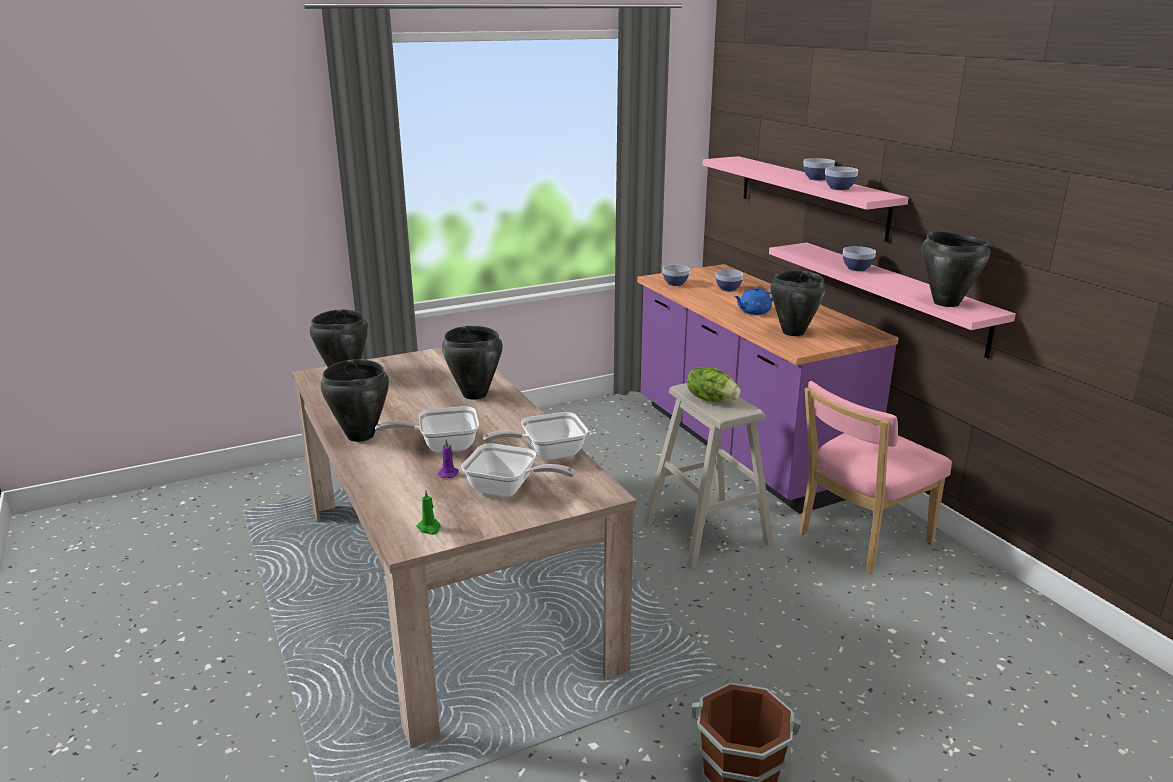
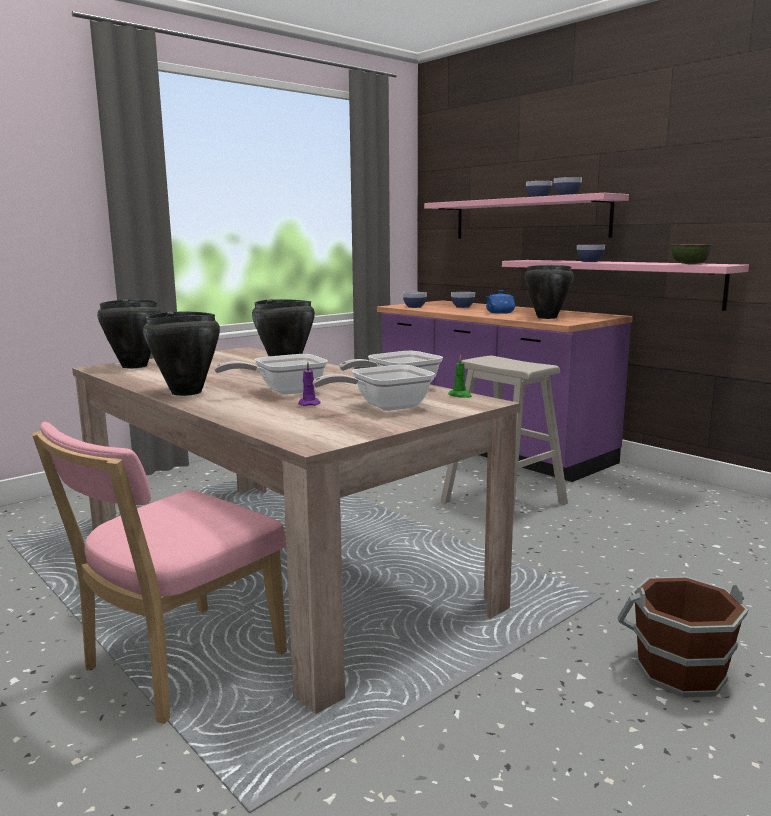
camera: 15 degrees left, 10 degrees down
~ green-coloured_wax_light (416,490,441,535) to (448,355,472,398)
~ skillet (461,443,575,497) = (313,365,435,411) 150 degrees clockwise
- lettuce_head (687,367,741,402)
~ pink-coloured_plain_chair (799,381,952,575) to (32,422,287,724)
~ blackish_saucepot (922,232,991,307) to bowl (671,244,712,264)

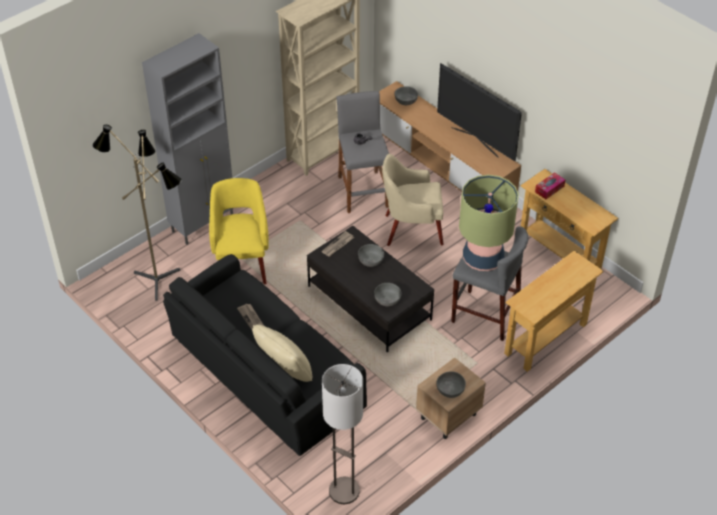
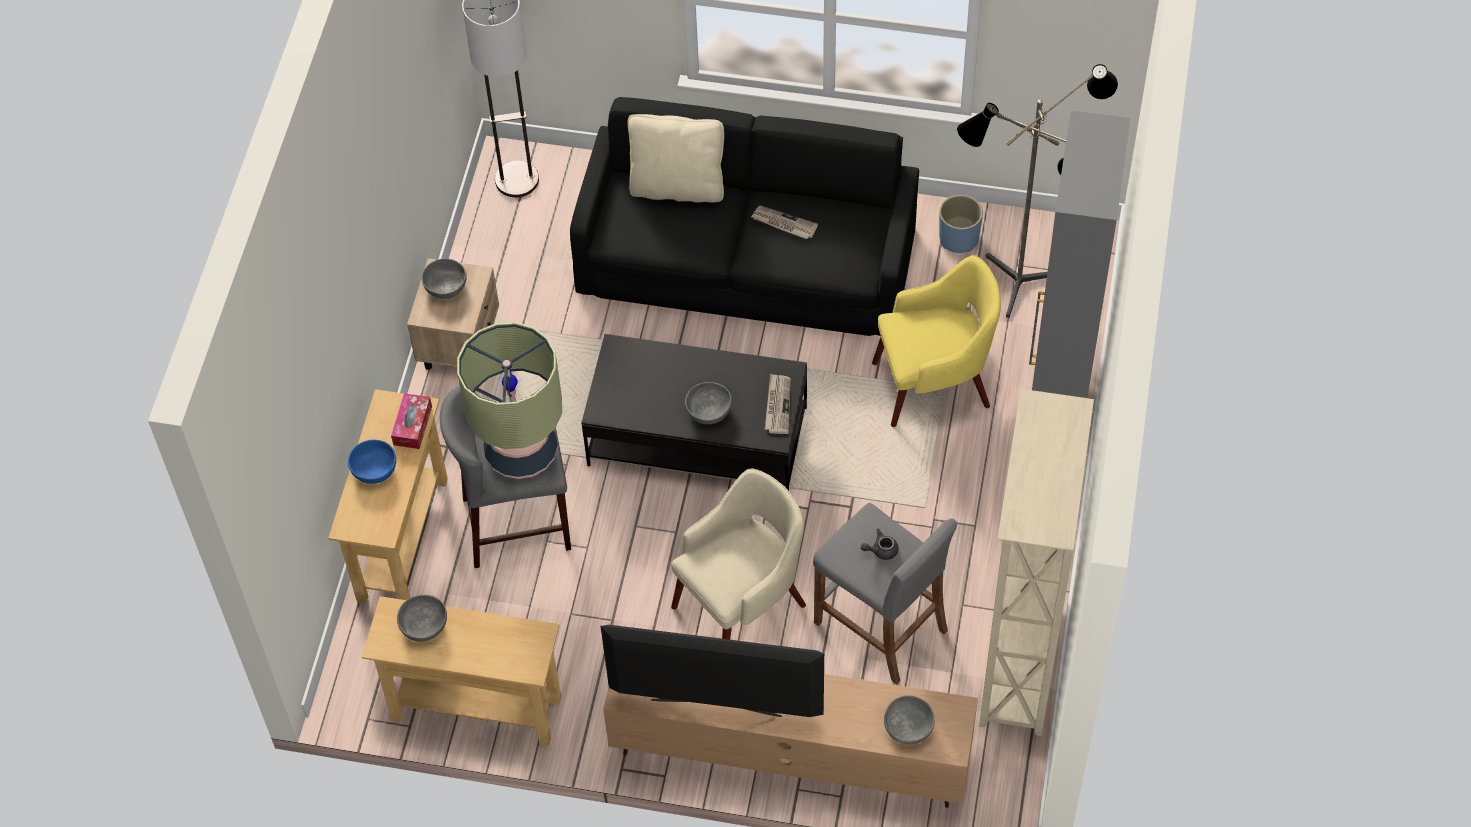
camera: 145 degrees right, 10 degrees up
~ yellow_lounge_chair (209,178,269,284) = (872,255,1001,427) 60 degrees counterclockwise
~ greyish_bowl (374,283,402,307) to (397,595,447,642)
~ box_of_tissues (535,172,565,199) to (391,393,432,449)
+ bluish_bowl (348,439,396,484)
+ bluish_planter (939,195,983,253)

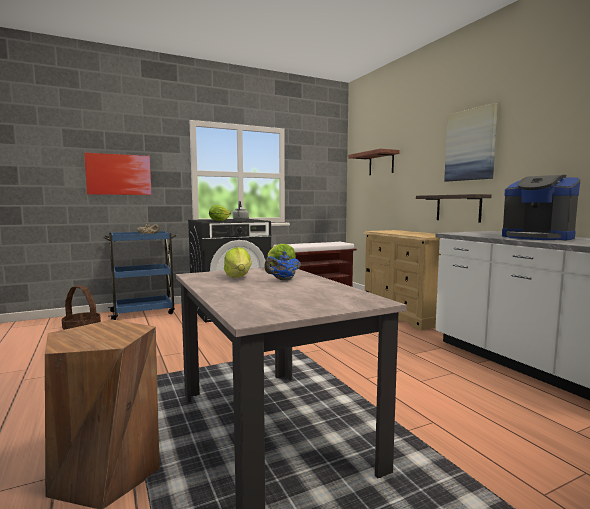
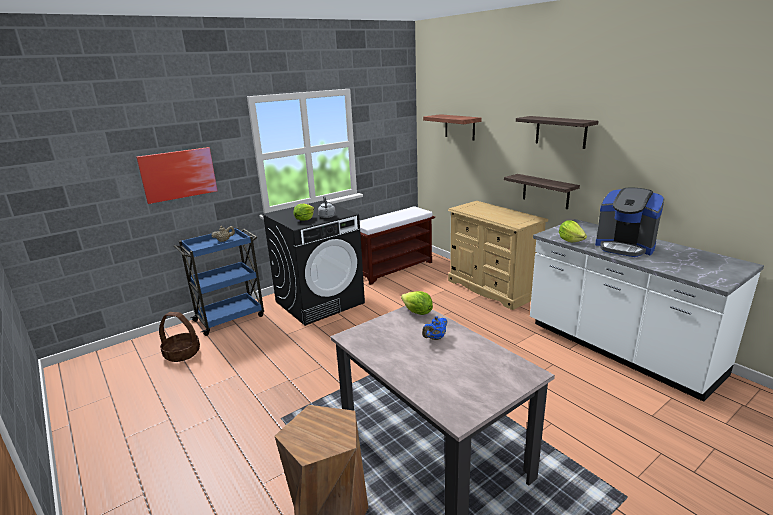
camera: 10 degrees left, 15 degrees up
~ lettuce_head (224,247,251,278) to (559,220,587,242)
~ wall_picture (444,103,498,181) to bracket_shelf (516,116,599,149)

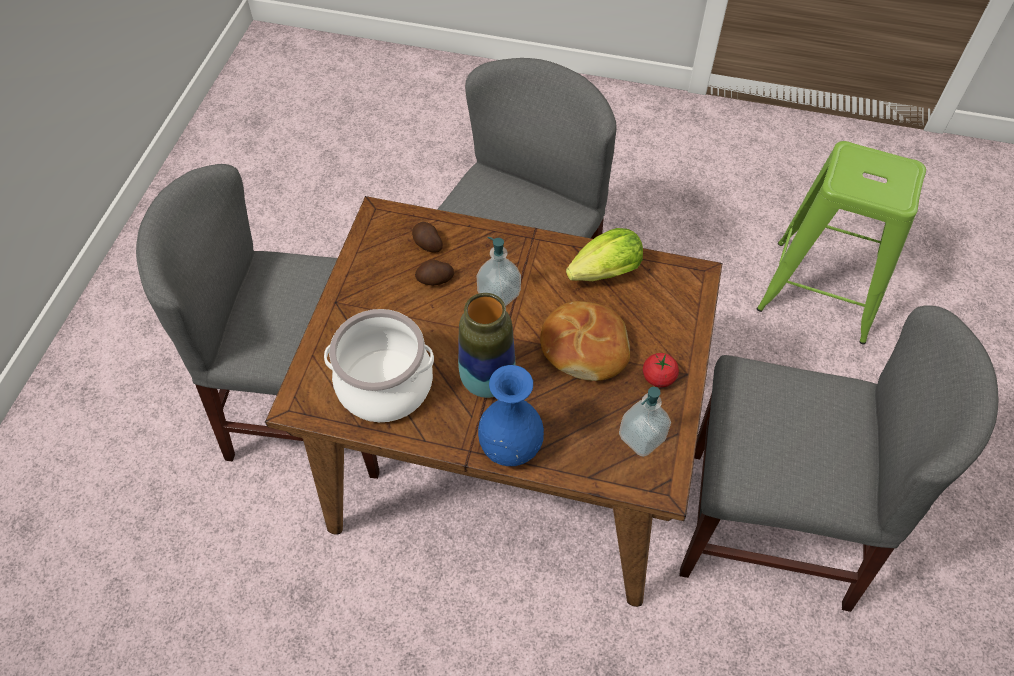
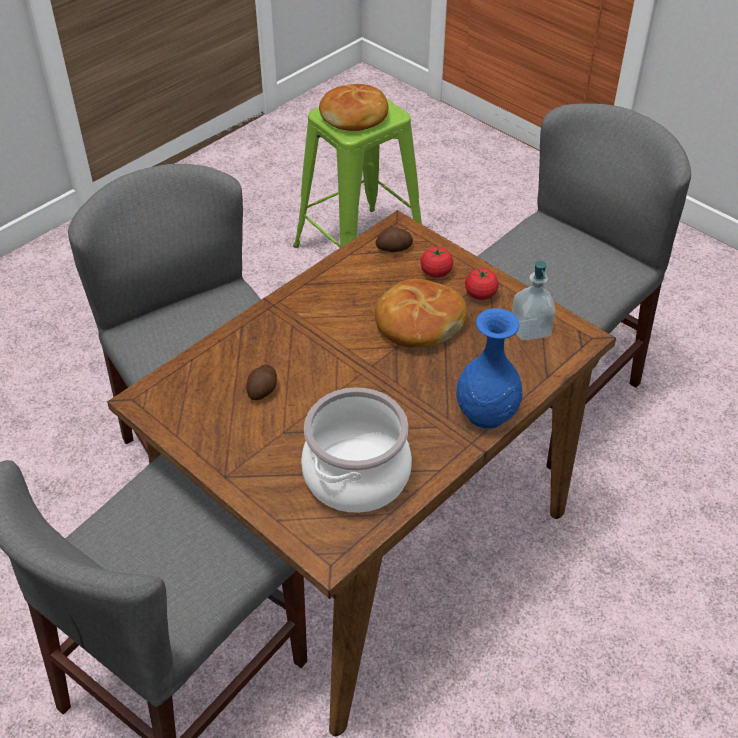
camera: 60 degrees left, 10 degrees down
~ whole_potato (412,222,443,253) to (375,227,413,252)
- decorative_vase (458,293,515,398)
- soap_bottle (477,236,521,306)
- lettuce_head (566,228,643,281)
+ bread (319,84,388,131)
+ tomato (420,247,453,278)

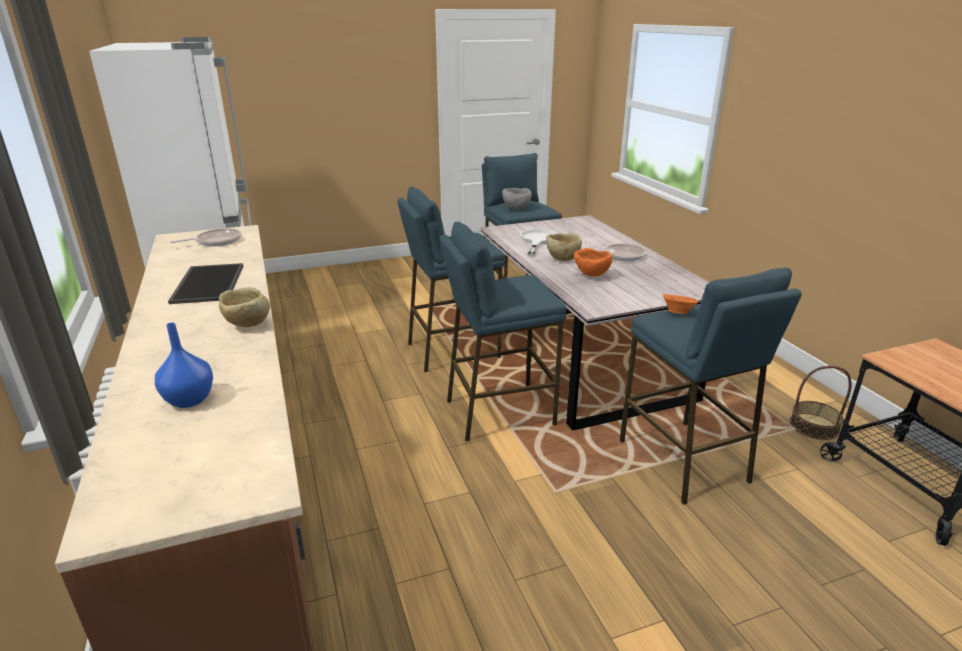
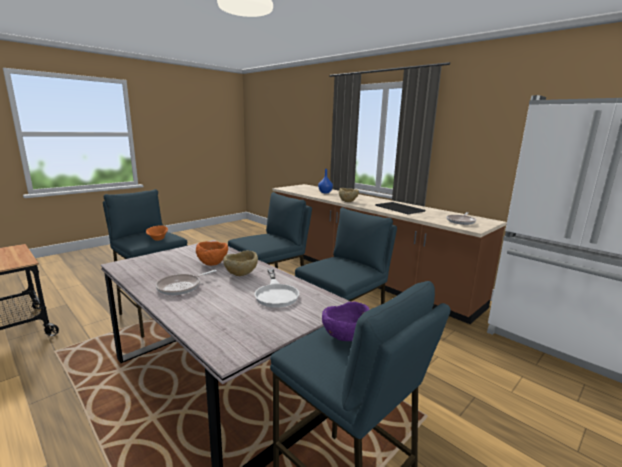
camera: 155 degrees right, 10 degrees down
~ greyish_bowl (502,188,532,210) to purple_bowl (322,302,370,341)
- household_basket (790,366,852,440)

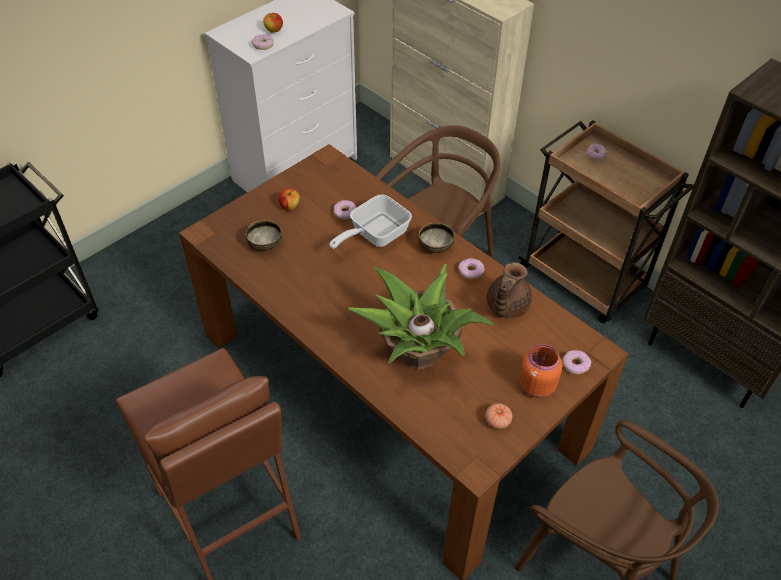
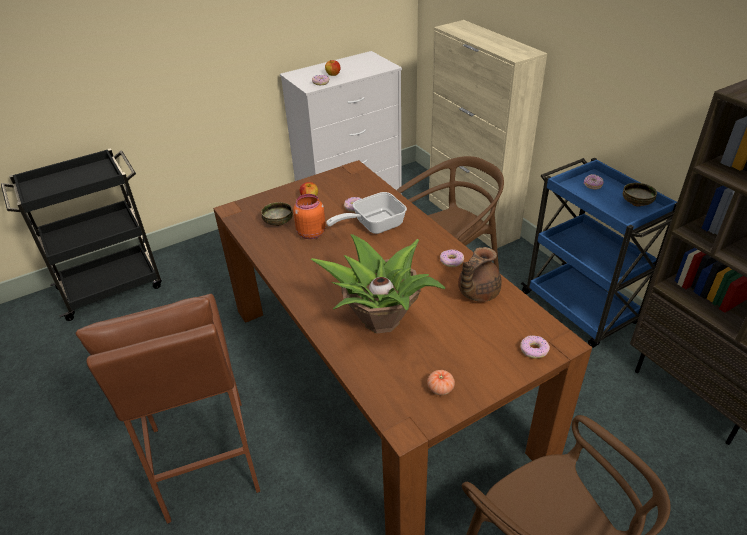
camera: 15 degrees right, 10 degrees down
~ bowl (418,223,454,253) to (623,183,657,206)
~ brown-coloured_cart (518,120,694,323) to bluish_cart (521,158,677,348)
~ orangey_storage_jar (519,344,563,398) to (293,194,326,239)

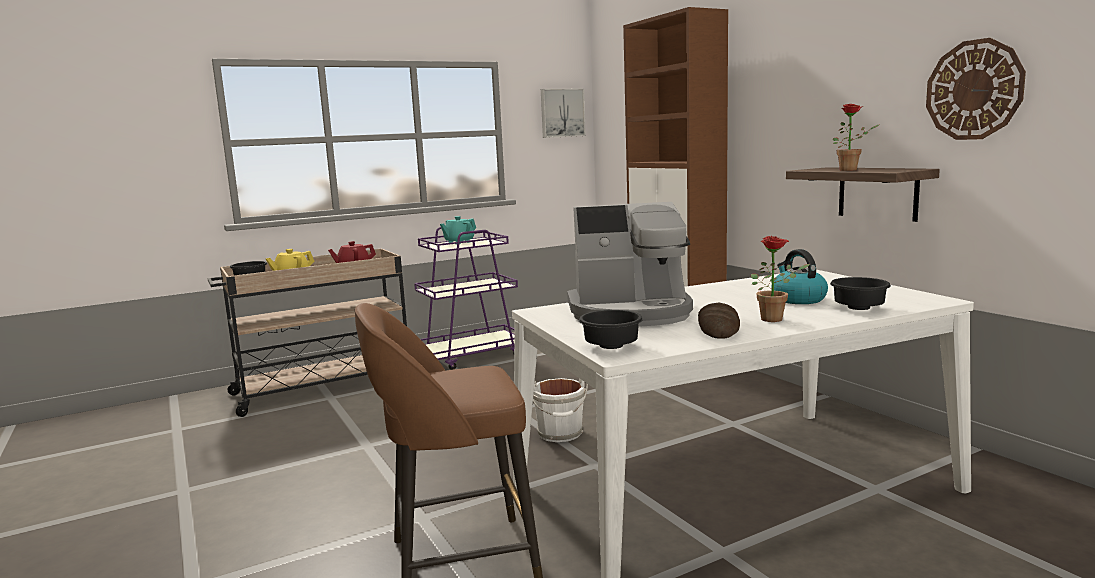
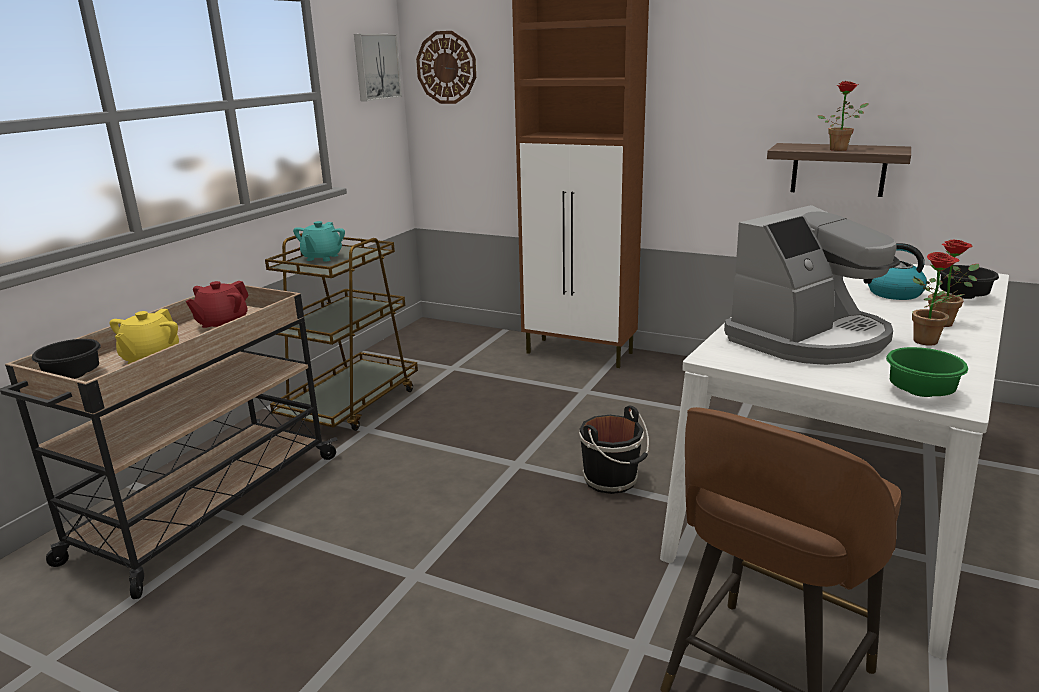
camera: 35 degrees left, 10 degrees up
~ purple_cart (414,227,518,370) to brown-coloured_cart (265,233,418,431)
~ white-coloured_water_bucket (533,378,588,442) to blackish_water_bucket (579,406,649,494)
~ blackish_bowl (579,310,643,349) to green-coloured_bowl (886,347,968,397)
~ bread (698,302,740,339) to plant_in_a_pot (912,252,965,346)
~ hanging_clock (926,38,1026,140) to (416,31,476,104)

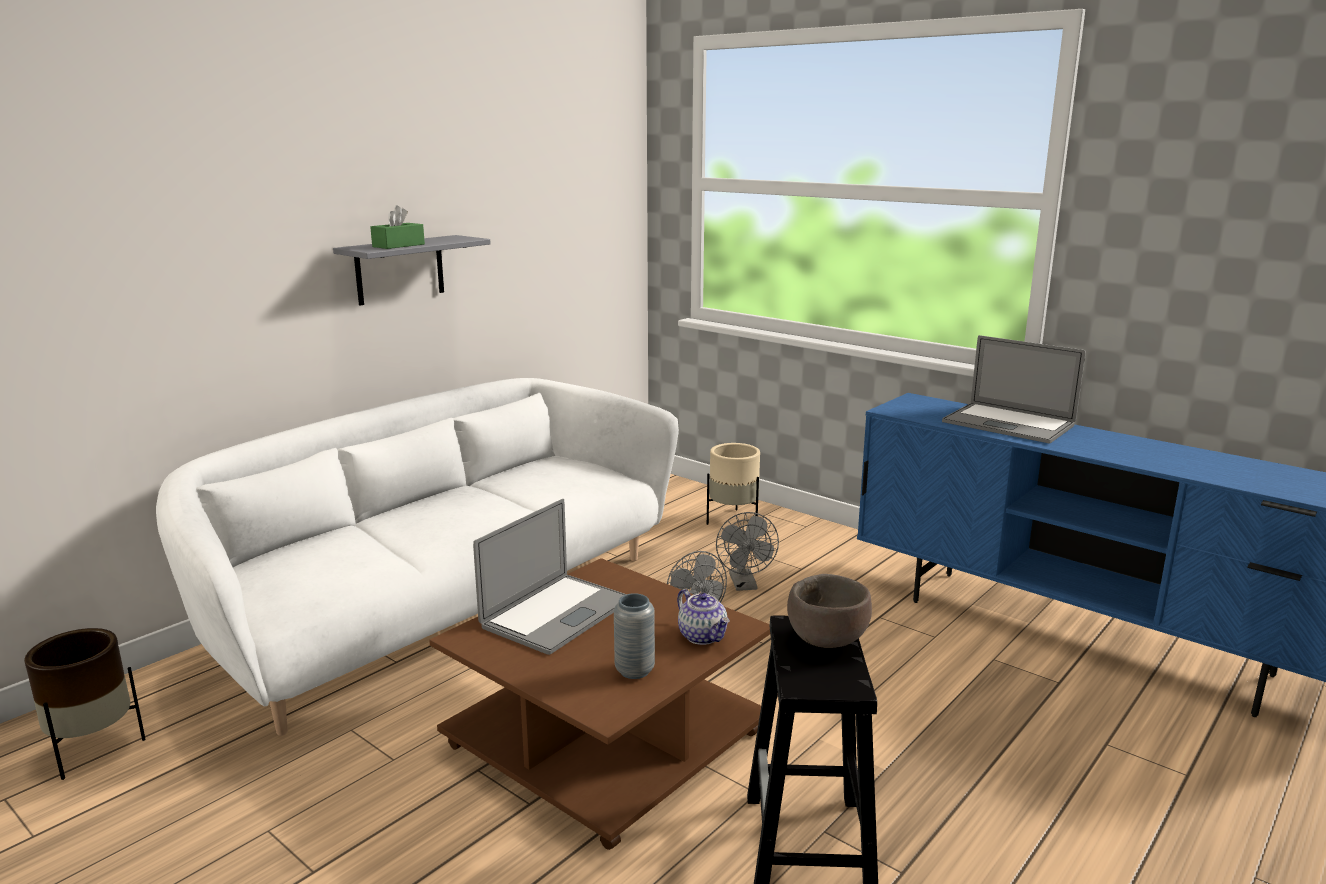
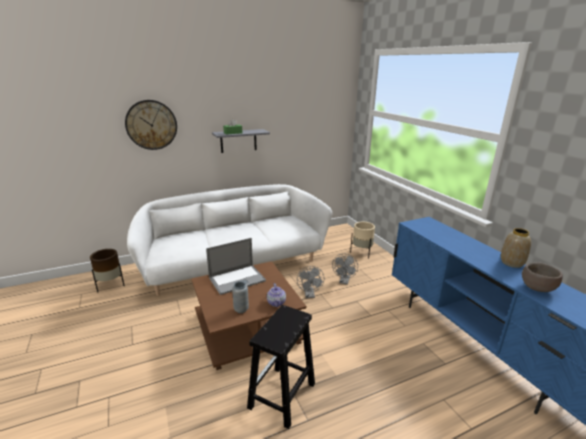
camera: 25 degrees right, 5 degrees up
~ brown-coloured_bowl (787,574,872,648) to (522,262,563,292)
- notebook_computer (942,335,1086,444)
+ hanging_clock (125,100,177,150)
+ decorative_vase (501,228,531,268)

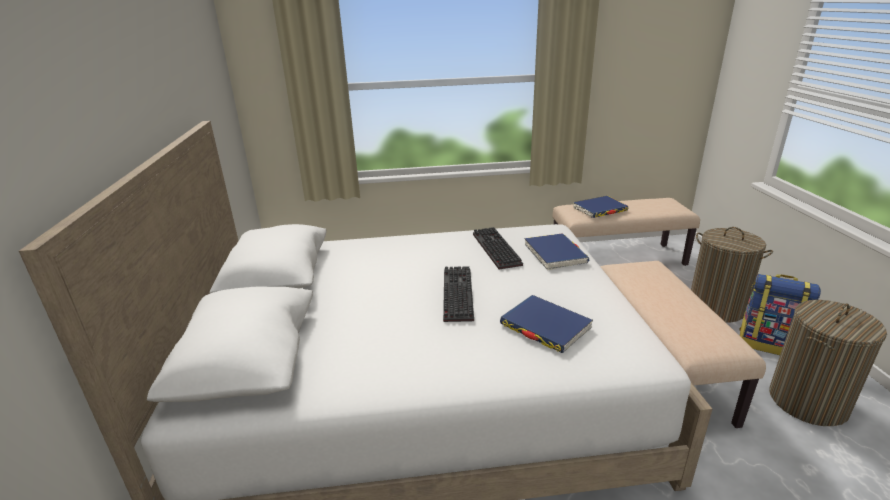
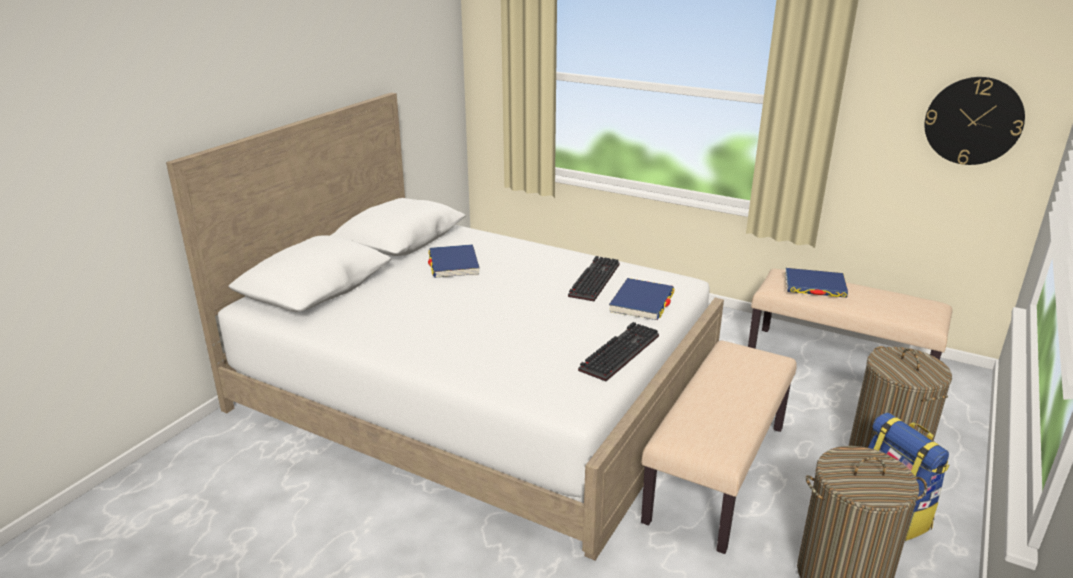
camera: 35 degrees right, 0 degrees up
~ keyboard (443,266,474,322) to (578,322,659,381)
~ bluish_bound_book (500,295,593,353) to (428,244,480,278)
+ hanging_clock (925,77,1025,165)

